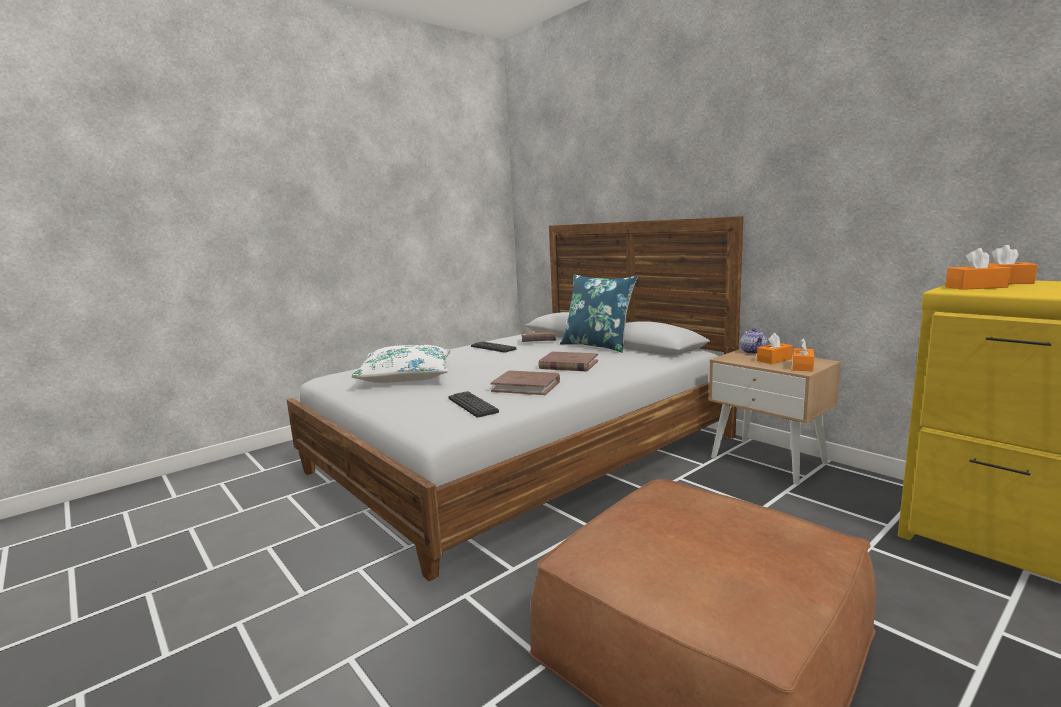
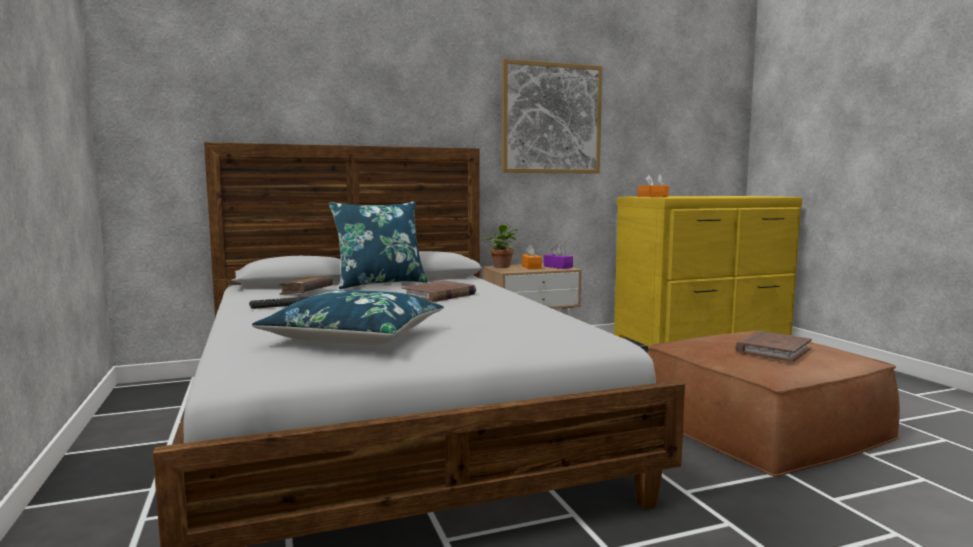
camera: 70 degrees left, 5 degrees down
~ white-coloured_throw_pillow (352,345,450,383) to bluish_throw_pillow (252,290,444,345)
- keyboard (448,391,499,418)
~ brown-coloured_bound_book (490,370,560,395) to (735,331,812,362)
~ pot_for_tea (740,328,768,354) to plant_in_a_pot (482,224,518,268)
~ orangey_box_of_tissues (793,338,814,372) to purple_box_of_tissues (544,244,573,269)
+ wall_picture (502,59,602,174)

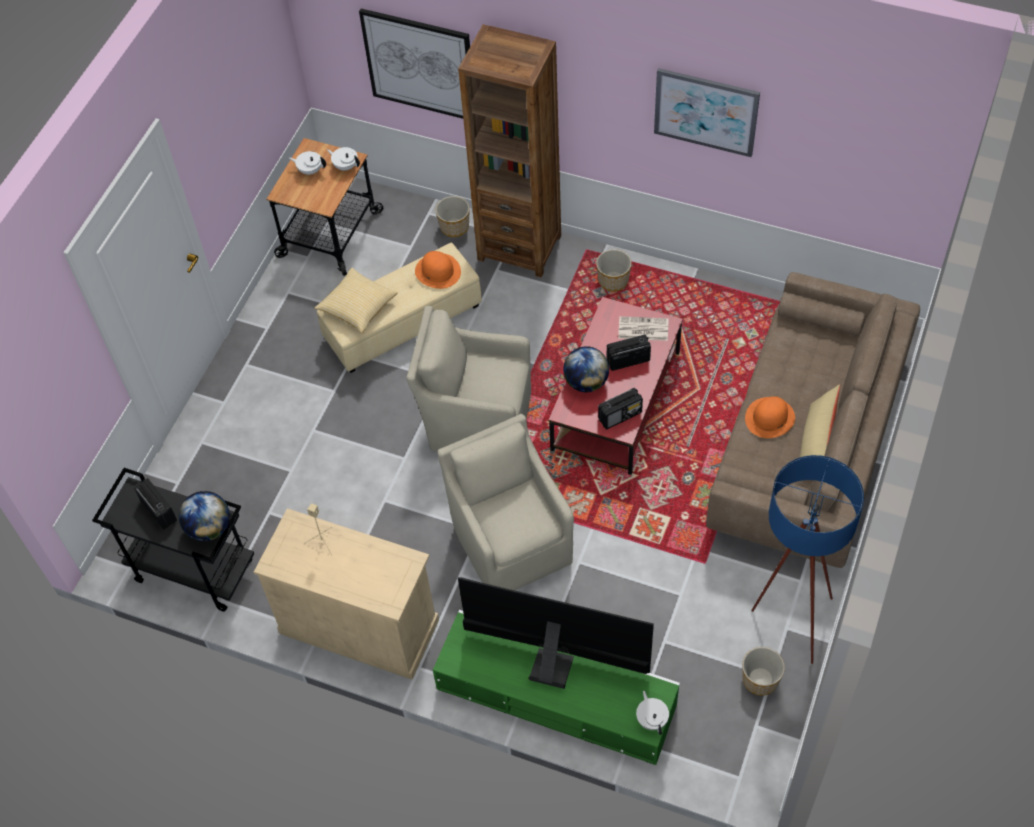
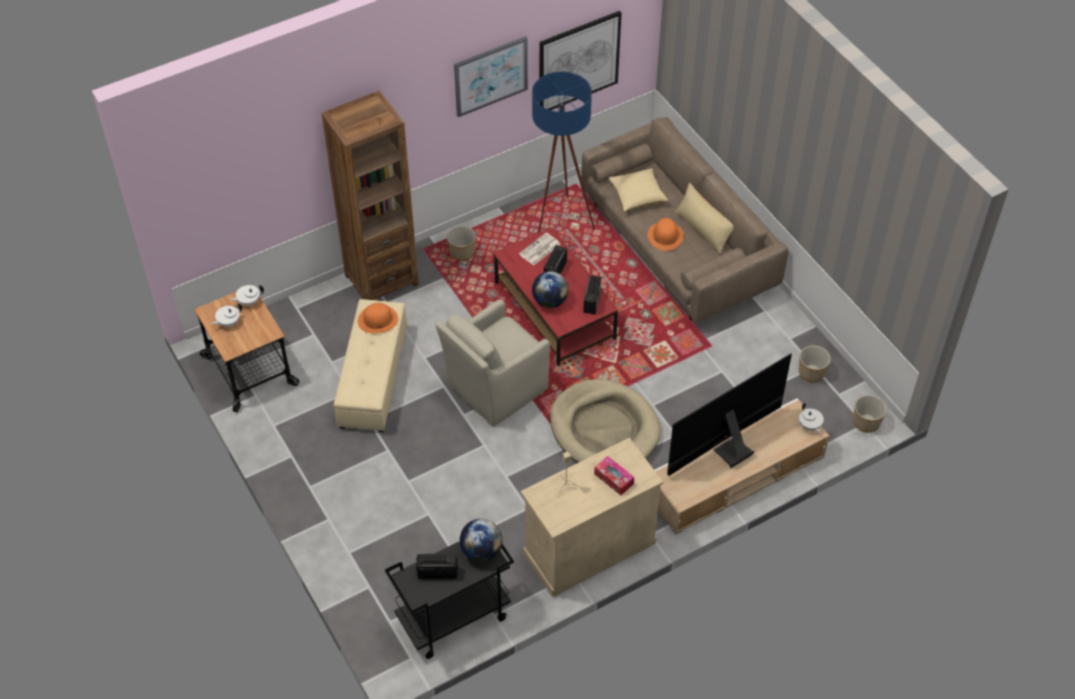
camera: 55 degrees left, 5 degrees down
~ throw_pillow (315,268,397,334) to (608,168,669,212)
~ wall_picture (359,8,470,119) to (539,11,621,110)
~ green-coloured_media_console (433,610,680,765) to beige_media_console (655,398,830,534)
~ planter (435,196,470,237) to (853,395,887,433)
~ beige_lounge_chair (438,414,574,590) to beige_dog_bed (550,379,661,463)
~ white-coloured_pot_for_tea (636,691,669,735) = (799,403,824,433) 135 degrees counterclockwise
~ bluish_standing_lamp (751,455,864,664) to (532,72,595,233)
+ box_of_tissues (594,456,634,495)

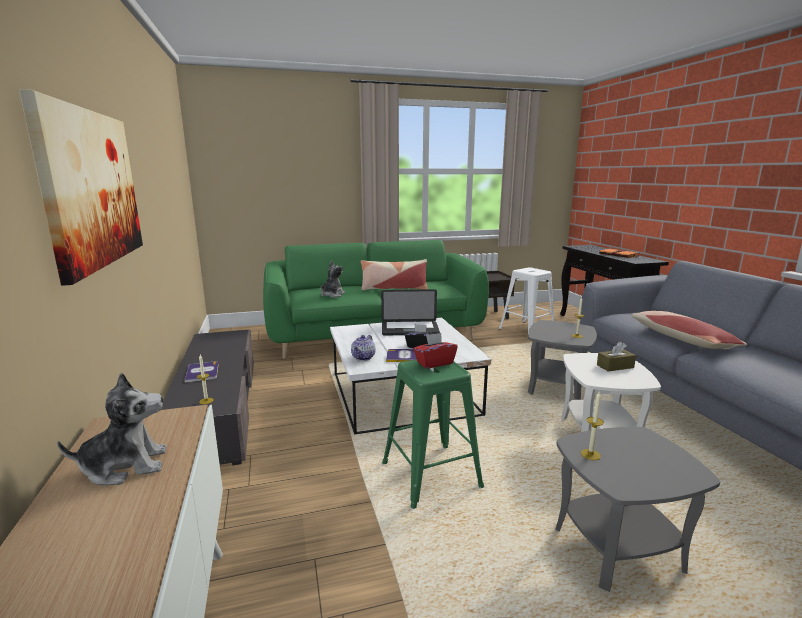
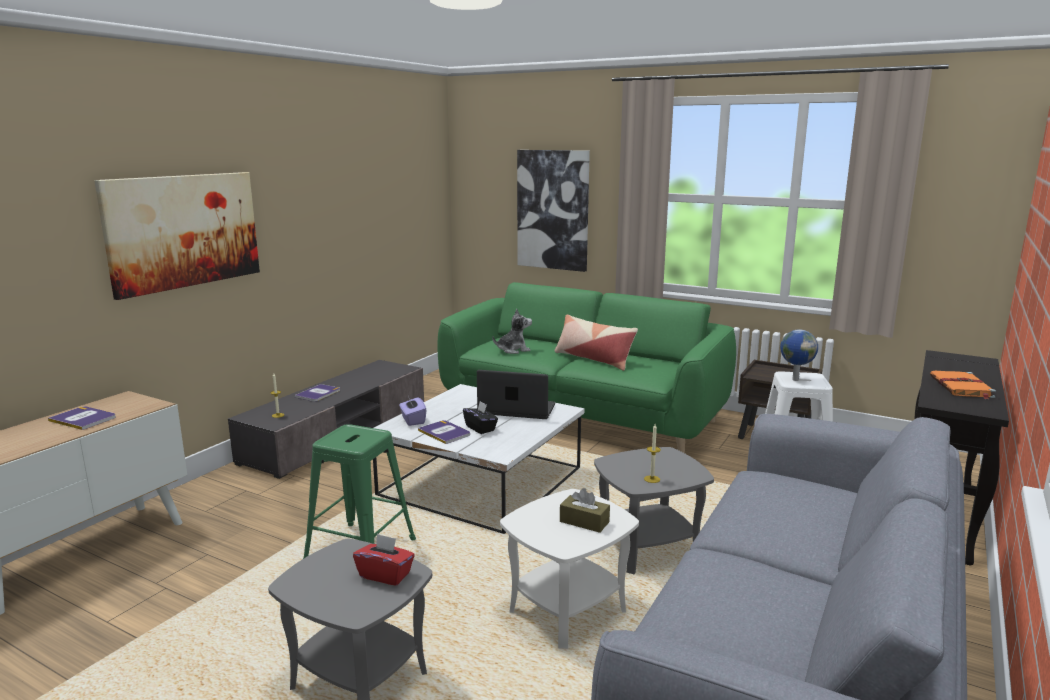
camera: 45 degrees right, 0 degrees up
~ plush_toy (57,372,167,485) to bound_book (48,406,116,430)
~ pot_for_tea (351,335,375,361) to purple_box_of_tissues (399,396,426,426)
~ notebook_computer (381,289,440,335) = (477,370,555,419) 150 degrees clockwise
~ reddish_box_of_tissues (413,333,458,369) to (353,534,415,586)
- wax_light (581,392,604,460)
- throw_pillow (631,311,747,349)
+ wall_picture (517,150,590,272)
+ desk_globe (780,330,818,381)

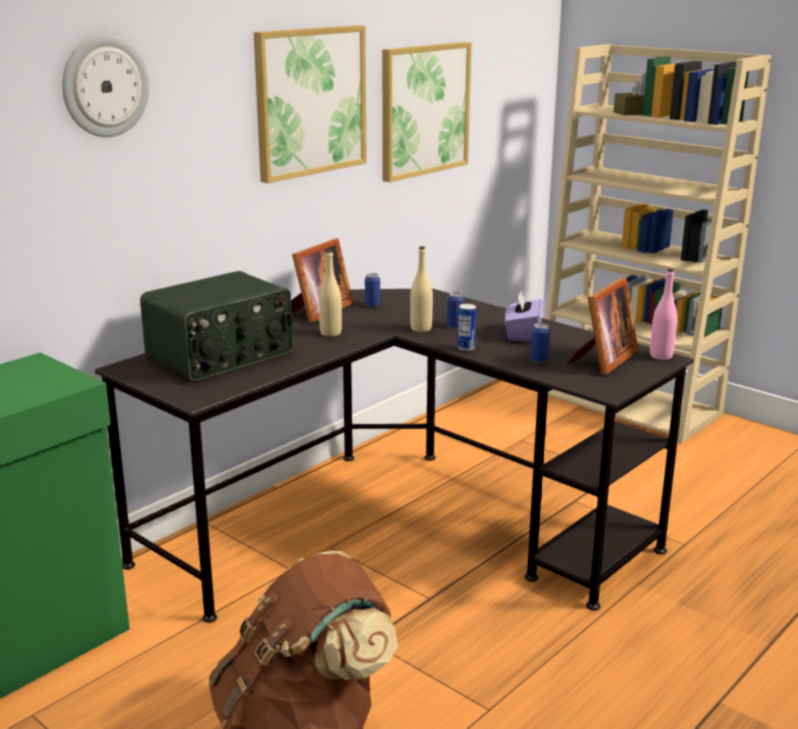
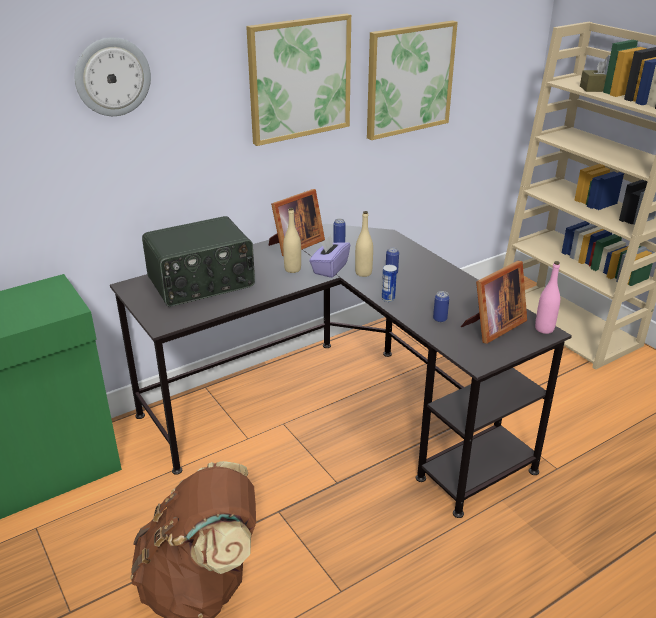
camera: 15 degrees right, 10 degrees up
~ purple_box_of_tissues (505,291,543,342) to (309,235,350,278)

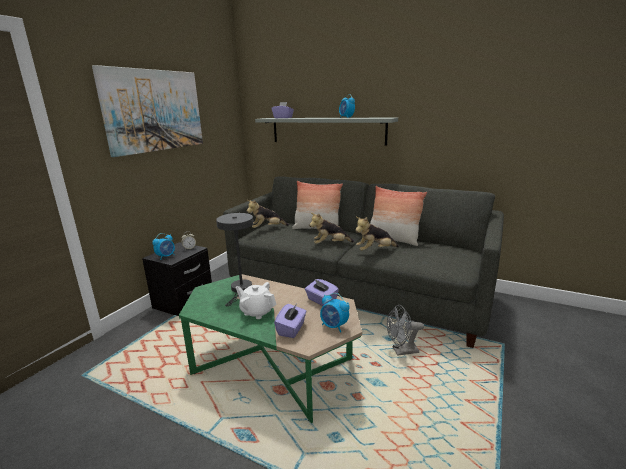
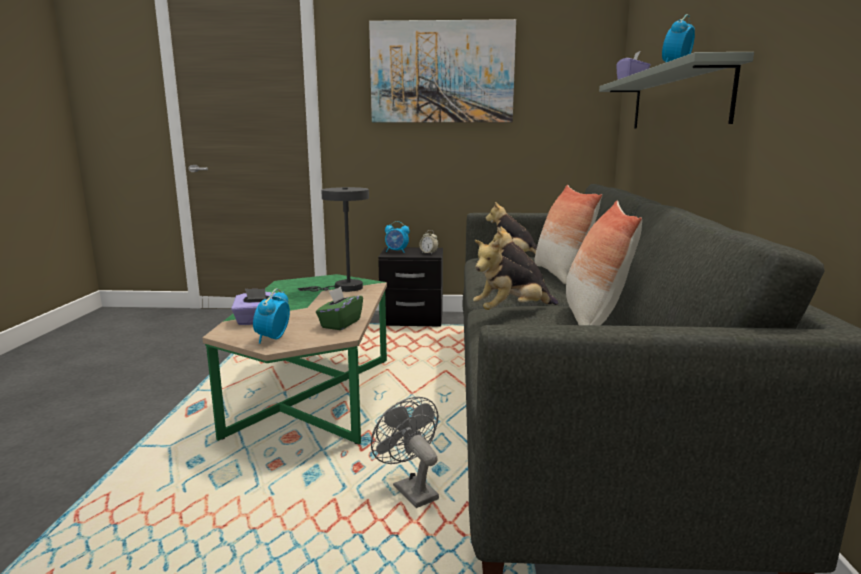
camera: 65 degrees right, 5 degrees down
- white-coloured_pot_for_tea (235,282,277,319)
~ purple_box_of_tissues (305,278,339,306) to green-coloured_box_of_tissues (316,286,363,330)
~ plush_toy (355,217,399,251) = (473,239,552,310) 75 degrees counterclockwise

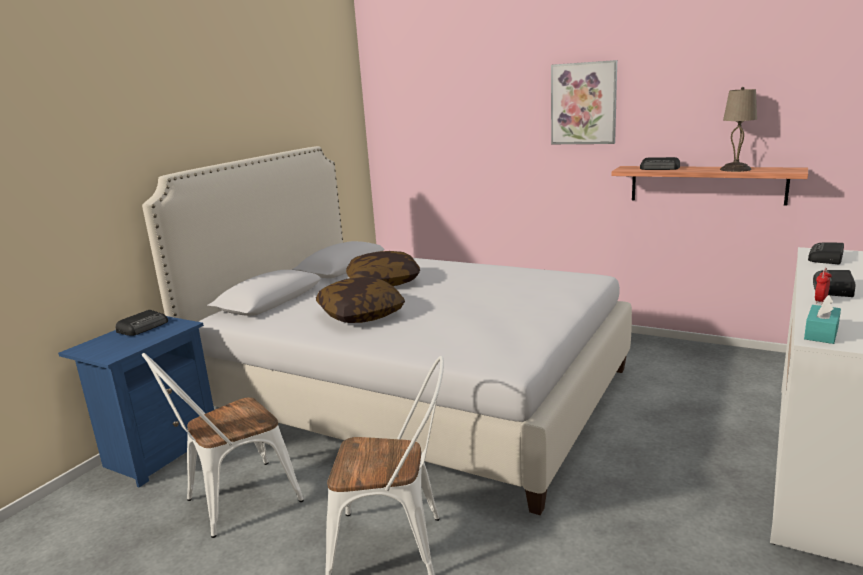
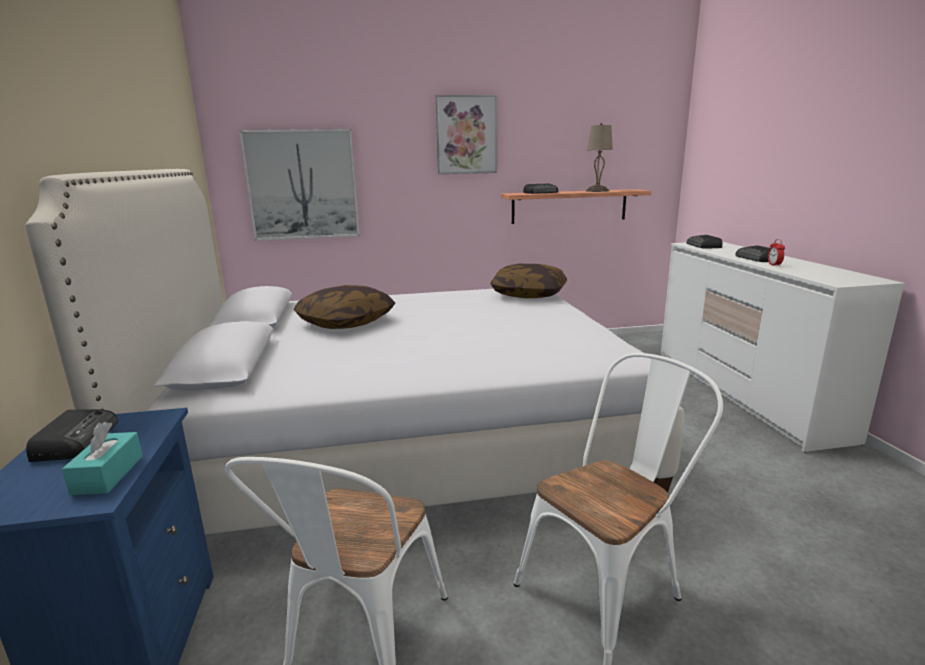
camera: 40 degrees left, 0 degrees up
~ throw_pillow (316,277,405,323) to (490,264,567,298)
~ turquoise-coloured_box_of_tissues (804,295,841,344) to (62,422,143,495)
+ wall_picture (239,129,360,241)

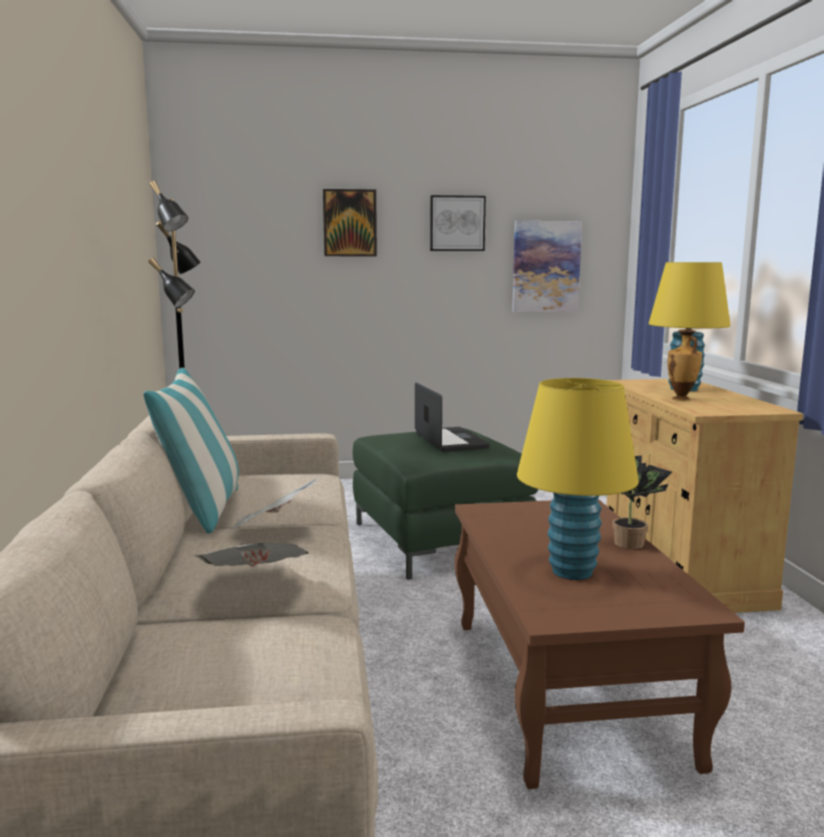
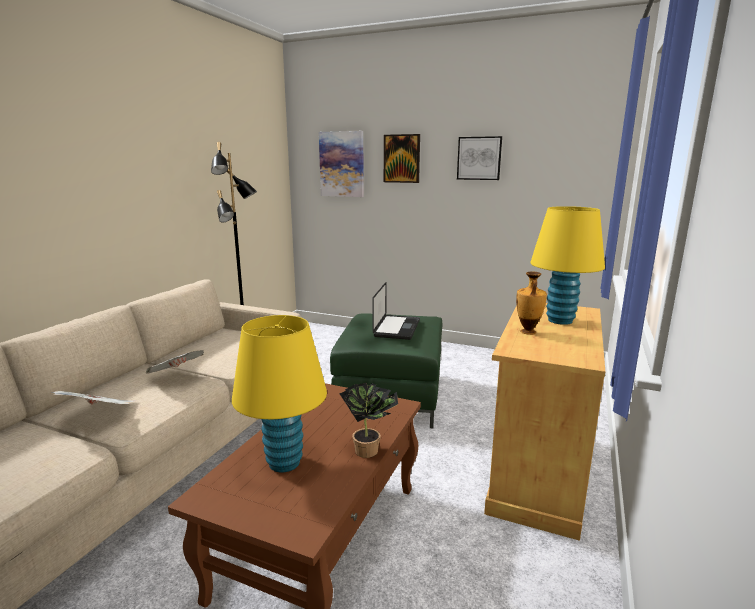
camera: 30 degrees right, 5 degrees up
- throw_pillow (143,368,239,533)
~ wall_picture (512,221,582,312) to (319,131,364,197)

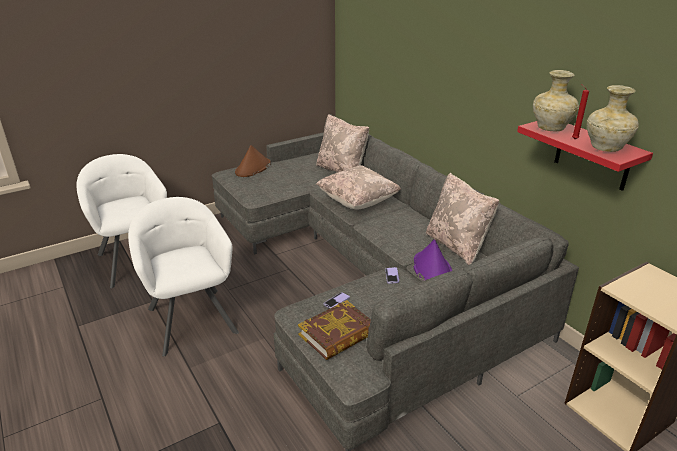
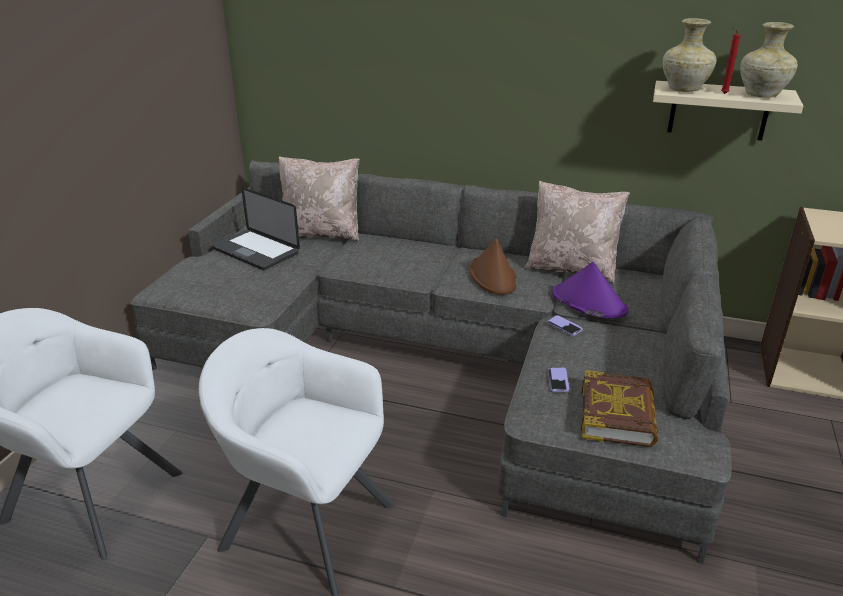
camera: 40 degrees left, 0 degrees up
~ brown-coloured_wearable_hat (235,145,271,177) to (470,238,517,295)
- beige_throw_pillow (316,165,401,210)
~ reddish_bracket_shelf (517,121,653,191) to beige_bracket_shelf (653,81,803,141)
+ notebook_computer (212,187,300,270)

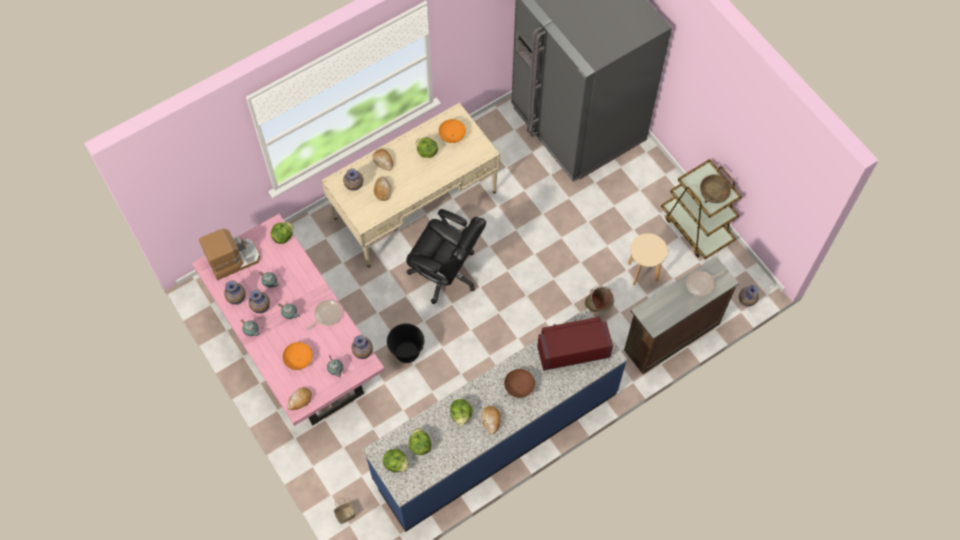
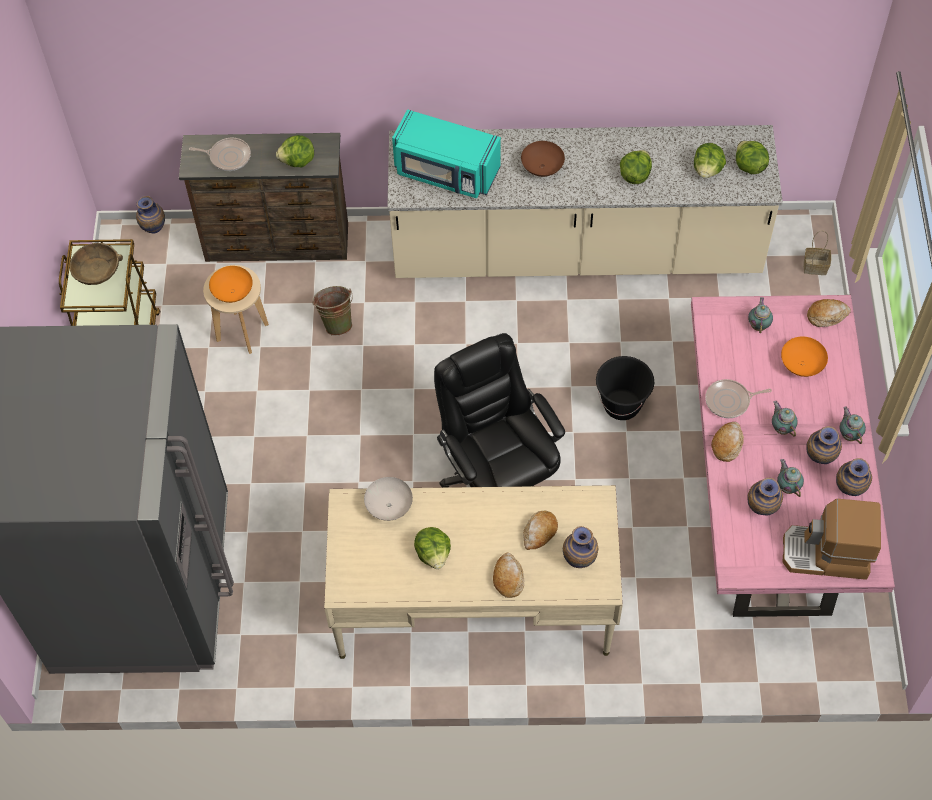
camera: 145 degrees left, 5 degrees down
~ lettuce_head (270,222,293,244) to (276,135,314,167)
~ decorative_vase (352,335,373,359) to (747,478,783,515)
~ bluish_kitchen_counter (362,308,627,532) to beige_kitchen_counter (387,125,783,278)
~ orangey_bowl (439,119,466,143) to (209,266,253,303)
~ bread (481,406,501,434) to (711,422,744,462)
~ reddish_microwave (537,317,613,371) to turquoise-coloured_microwave (392,109,501,198)
+ white-coloured_bowl (364,477,413,521)

